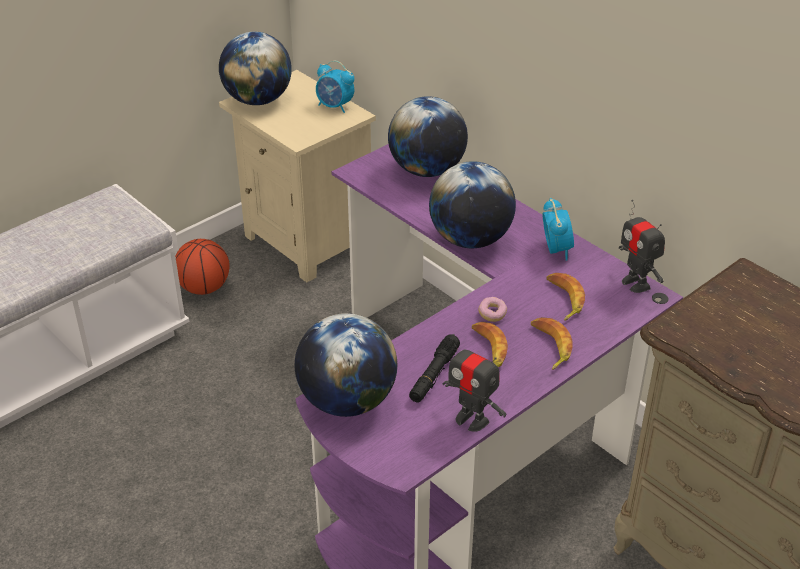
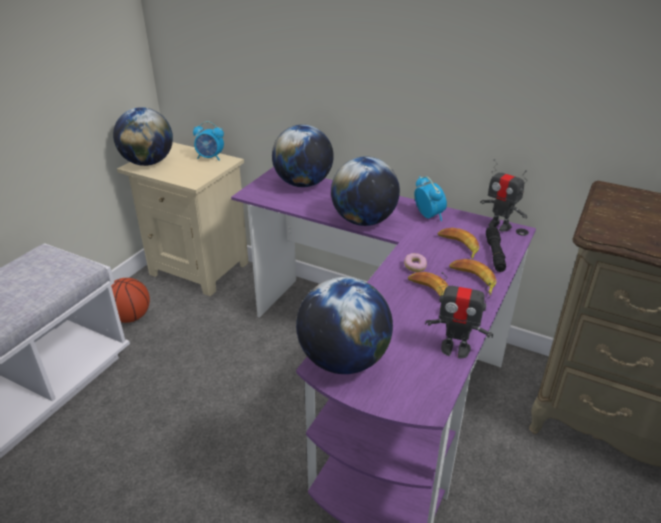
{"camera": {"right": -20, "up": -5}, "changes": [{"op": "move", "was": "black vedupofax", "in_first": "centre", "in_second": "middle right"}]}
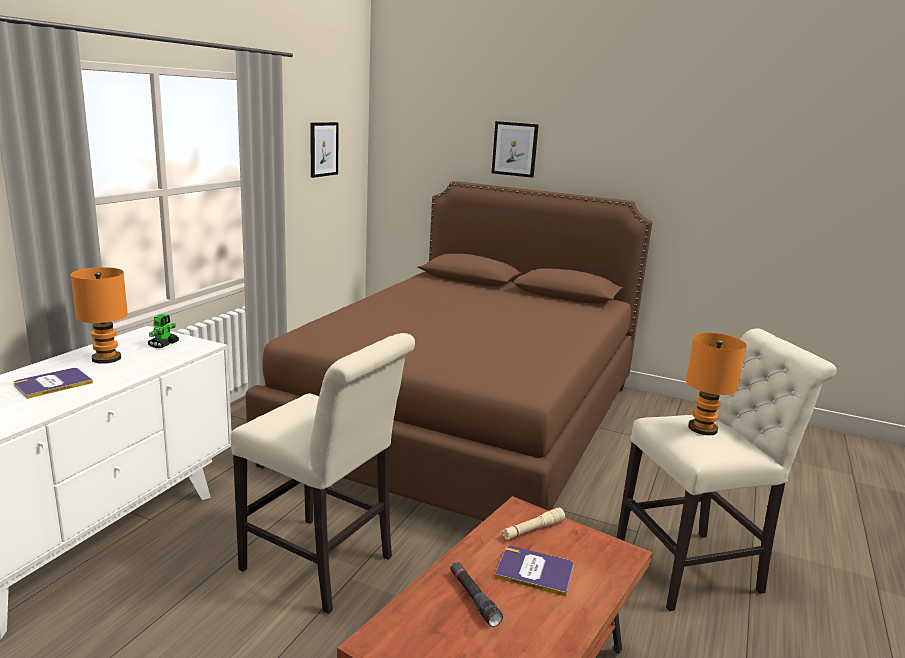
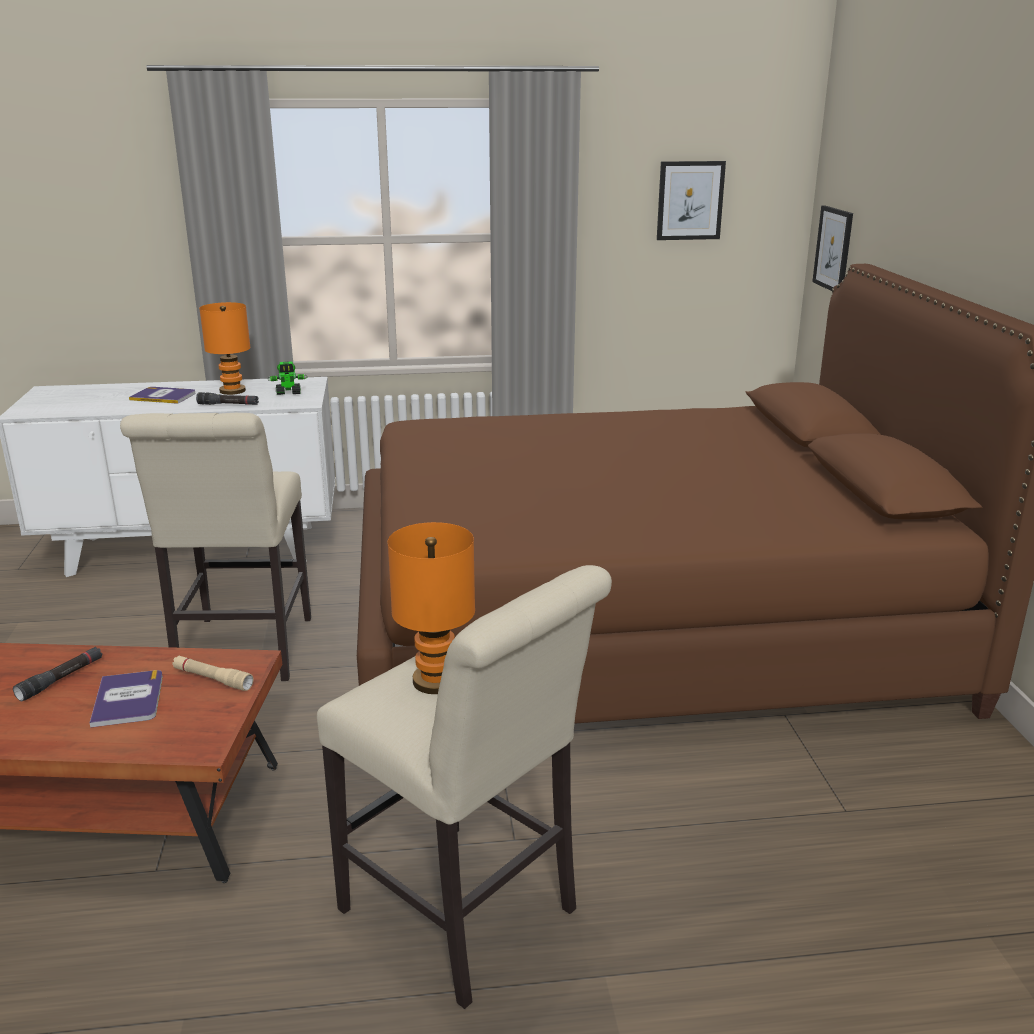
{"camera": {"right": 60, "up": 5}, "changes": [{"op": "move", "was": "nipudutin (2nd from left)", "in_first": "top centre", "in_second": "top right"}, {"op": "insert", "now": "black vedupofax (2nd from left)", "in_second": "middle left"}]}
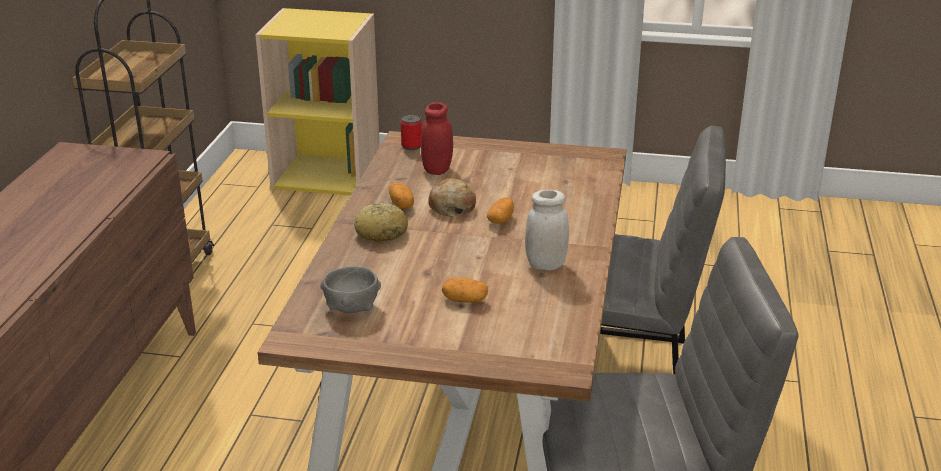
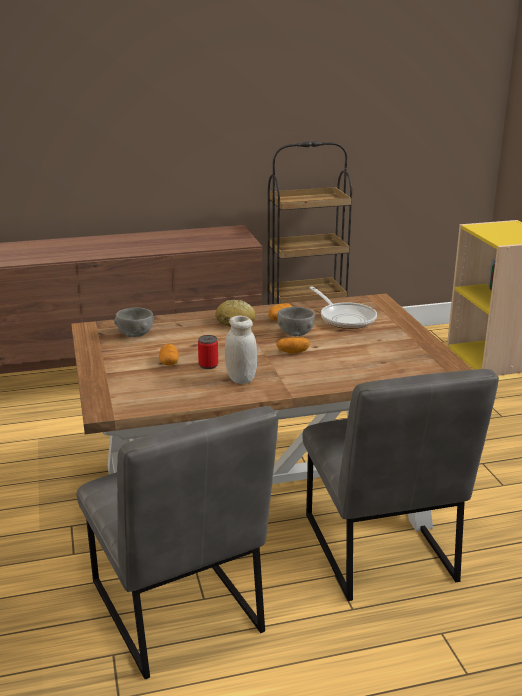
{"camera": {"right": 65, "up": -5}, "changes": [{"op": "replace", "was": "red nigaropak", "now": "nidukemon", "in_first": "top centre", "in_second": "centre"}, {"op": "move", "was": "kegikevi", "in_first": "top centre", "in_second": "centre"}, {"op": "replace", "was": "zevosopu (2nd from left)", "now": "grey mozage (2nd from left)", "in_first": "centre", "in_second": "centre"}]}
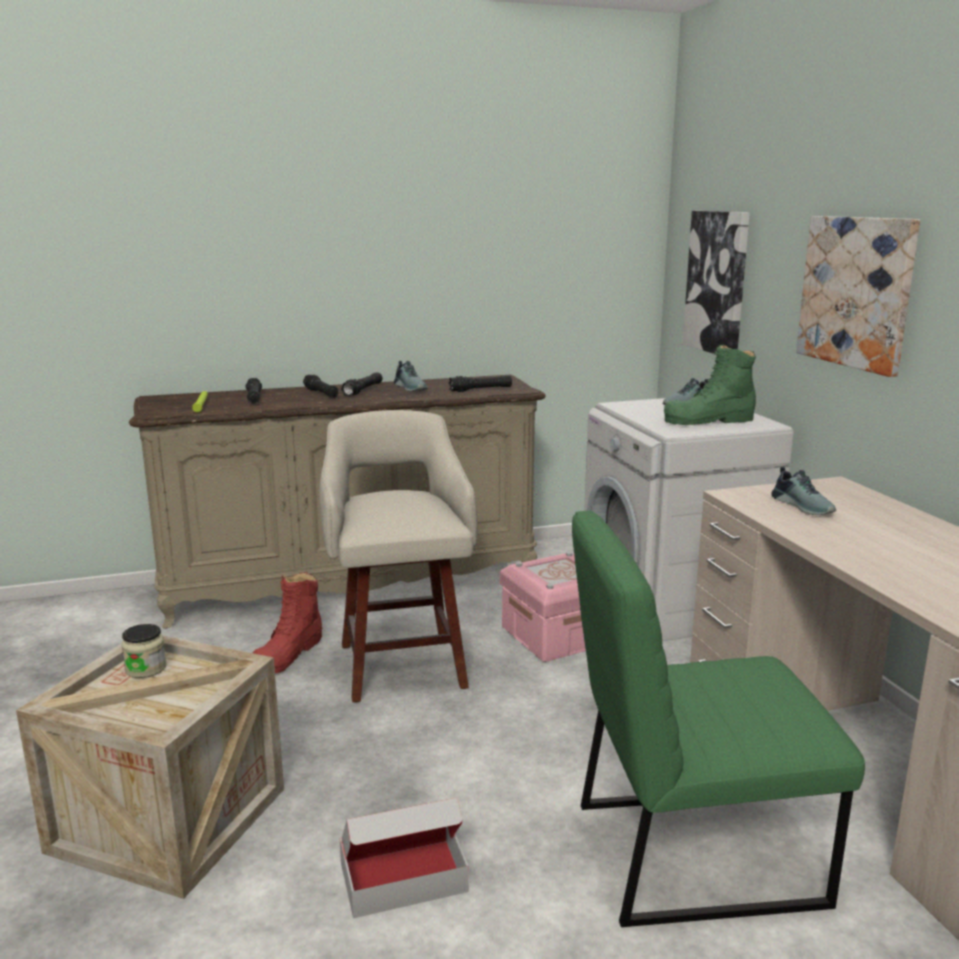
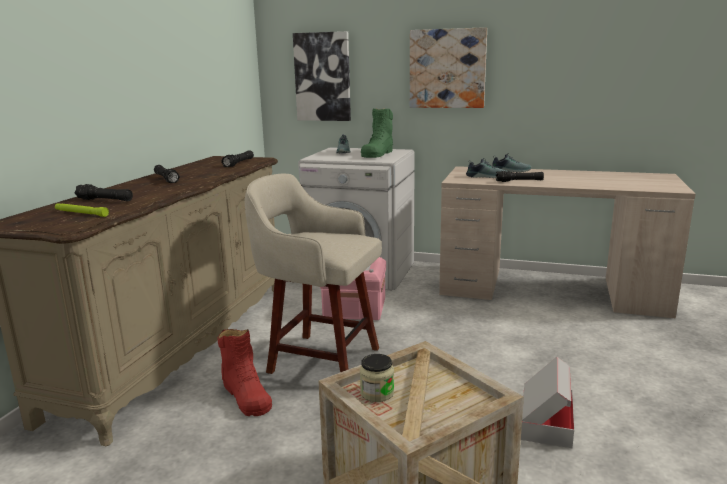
{"camera": {"right": -55, "up": 0}, "changes": [{"op": "move", "was": "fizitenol (1st from left in the first image)", "now": "fizitenol (3rd from left)", "in_first": "centre", "in_second": "middle right"}, {"op": "move", "was": "black vedupofax (2nd from left in the first image)", "now": "black vedupofax (4th from left)", "in_first": "centre", "in_second": "middle right"}, {"op": "delete", "was": "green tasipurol", "in_first": "bottom right"}]}
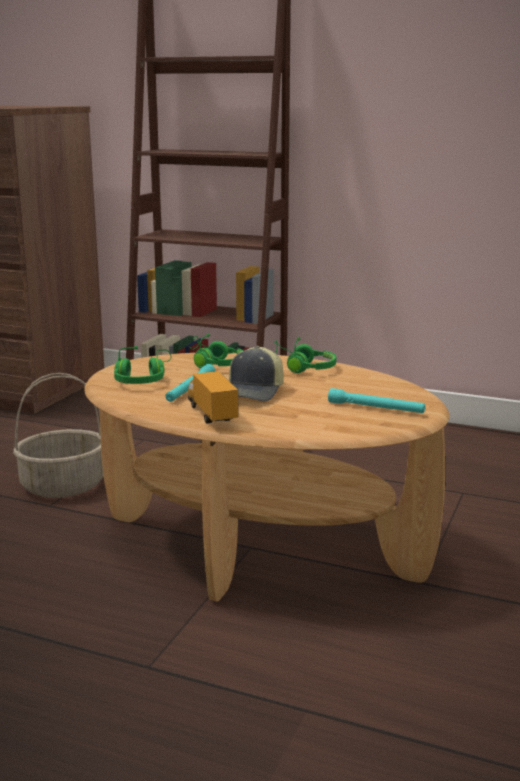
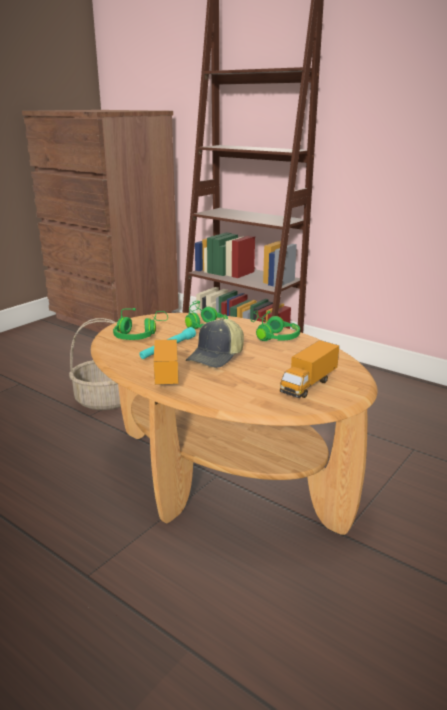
{"camera": {"right": 15, "up": 5}, "changes": [{"op": "replace", "was": "turquoise vedupofax (2nd from left)", "now": "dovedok (2nd from left)", "in_first": "middle right", "in_second": "middle right"}]}
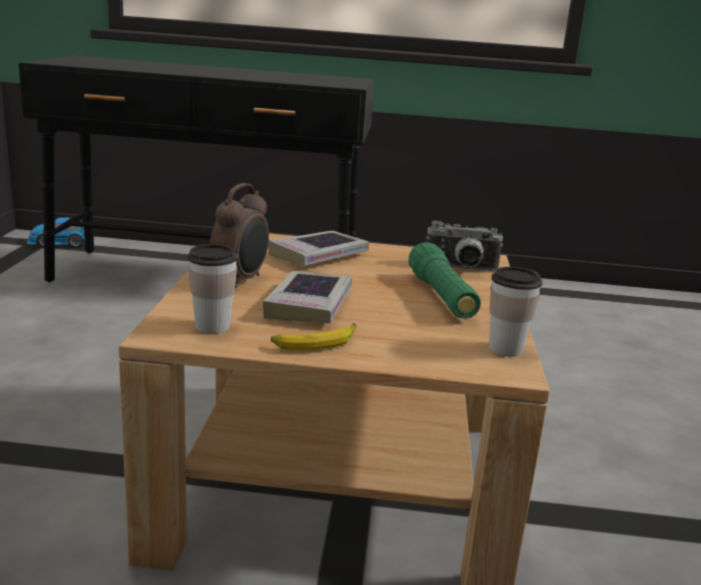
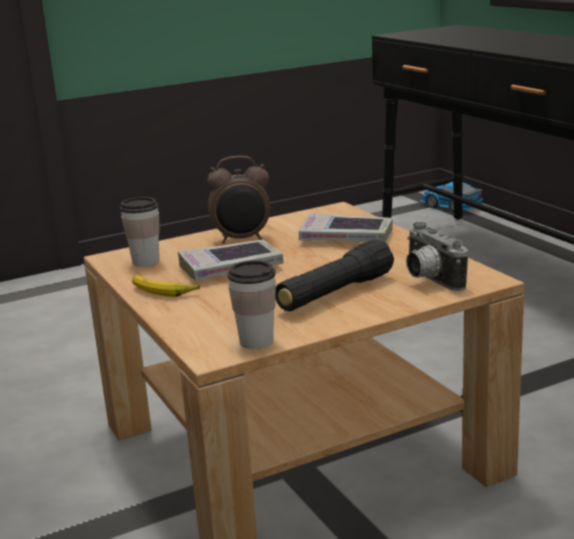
{"camera": {"right": 60, "up": 0}, "changes": [{"op": "recolor", "was": "green vedupofax", "now": "black vedupofax", "in_first": "centre", "in_second": "centre"}]}
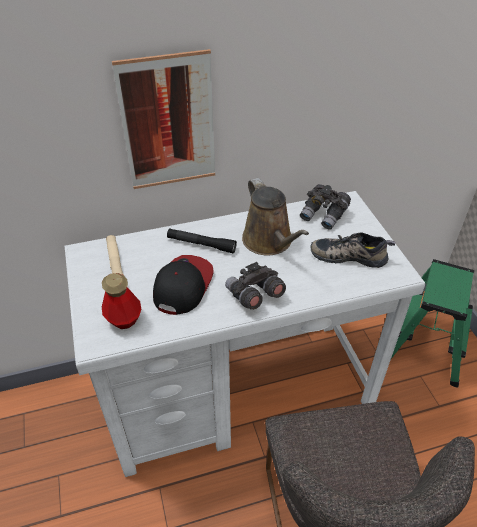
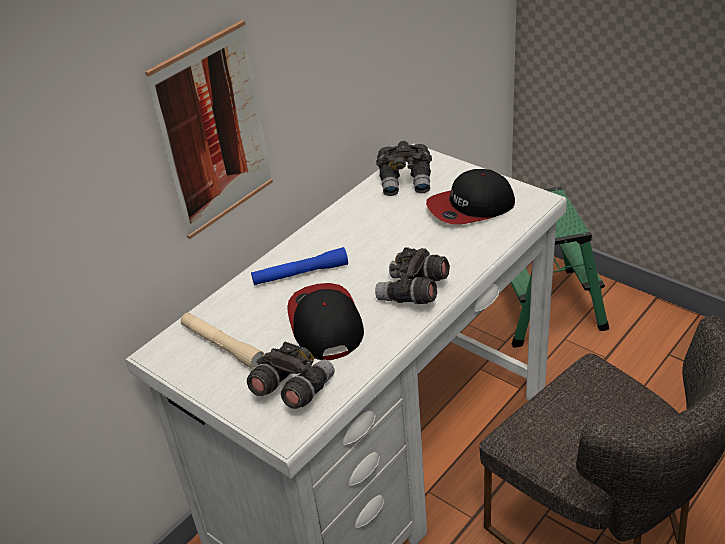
{"camera": {"right": -30, "up": -5}, "changes": [{"op": "delete", "was": "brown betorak", "in_first": "centre"}, {"op": "recolor", "was": "black vedupofax", "now": "blue vedupofax", "in_first": "centre", "in_second": "centre"}, {"op": "replace", "was": "fizitenol", "now": "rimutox (2nd from left)", "in_first": "middle right", "in_second": "centre"}, {"op": "replace", "was": "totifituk", "now": "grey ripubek (1st from left)", "in_first": "middle left", "in_second": "bottom centre"}]}
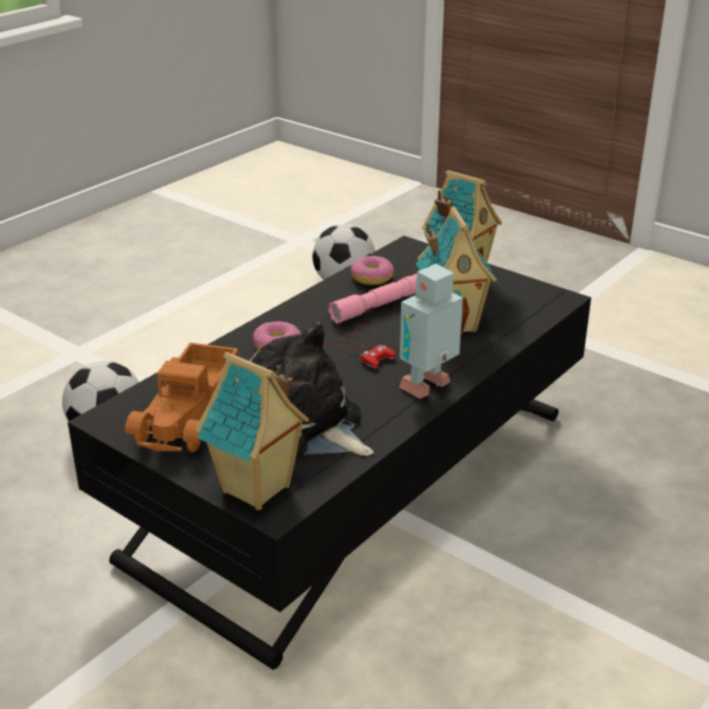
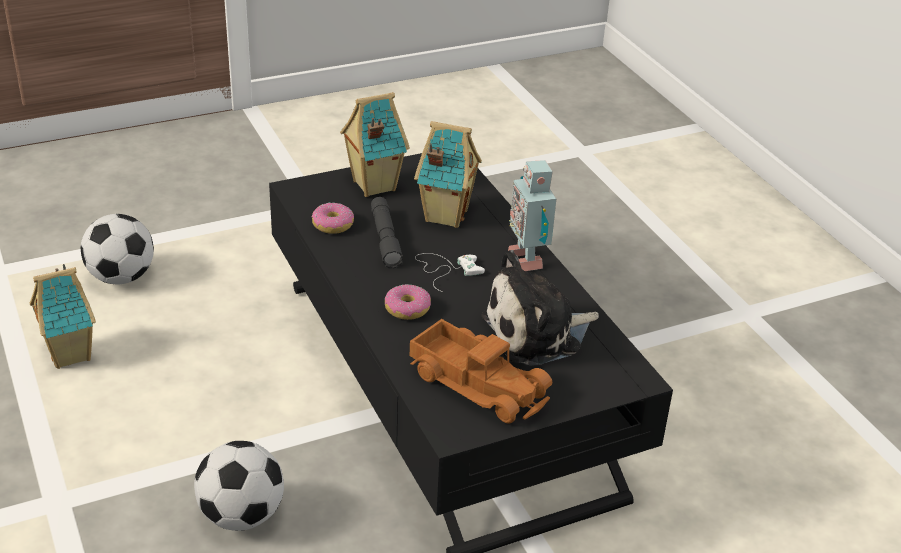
{"camera": {"right": -65, "up": 5}, "changes": [{"op": "recolor", "was": "pink vedupofax", "now": "grey vedupofax", "in_first": "centre", "in_second": "centre"}, {"op": "recolor", "was": "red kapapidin", "now": "white kapapidin", "in_first": "centre", "in_second": "centre"}, {"op": "move", "was": "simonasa (1st from left)", "in_first": "centre", "in_second": "middle left"}]}
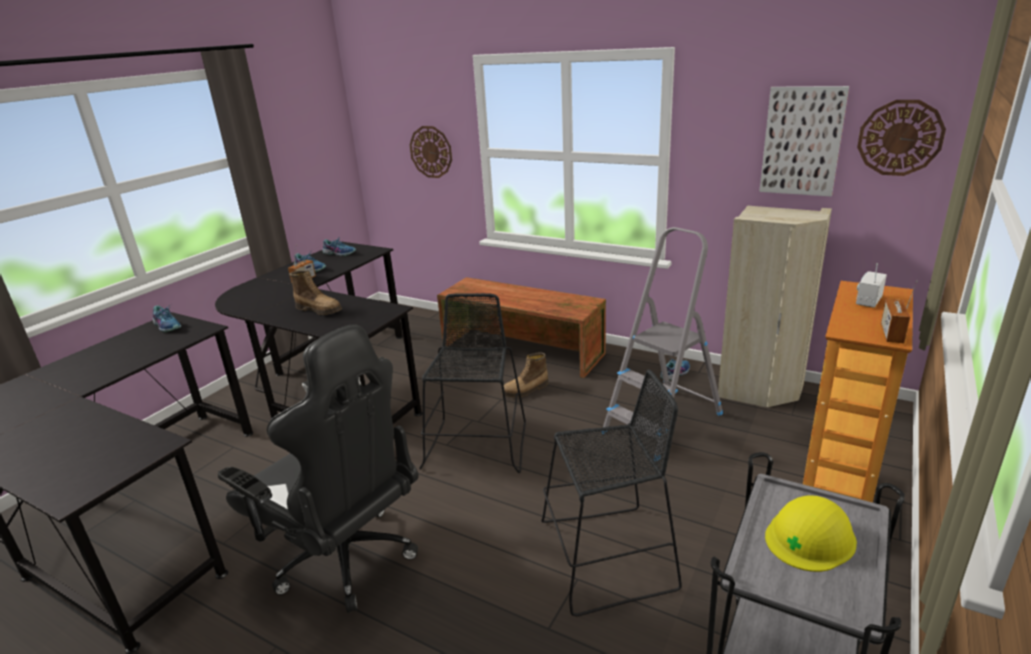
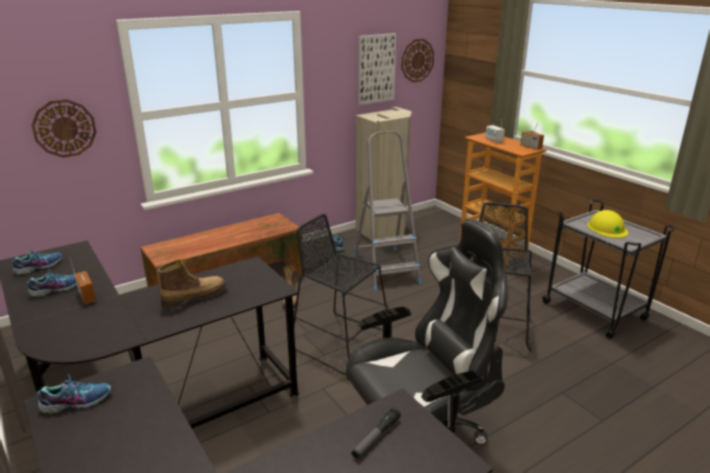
{"camera": {"right": -65, "up": 0}, "changes": [{"op": "insert", "now": "vedupofax", "in_second": "bottom centre"}]}
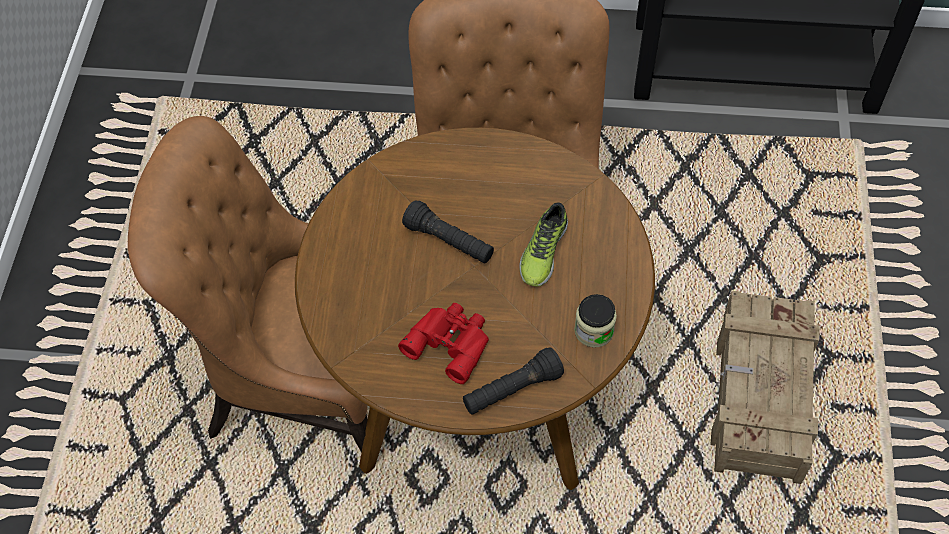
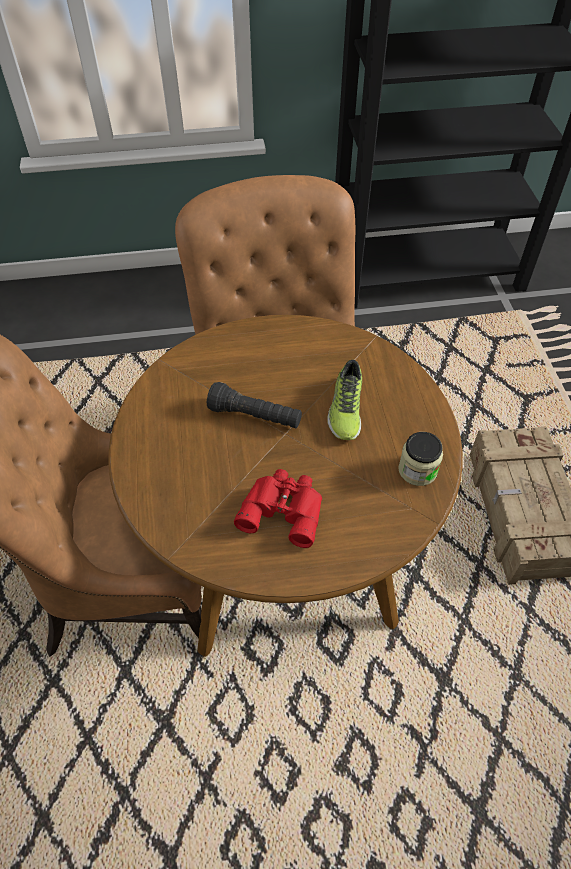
{"camera": {"right": -15, "up": -5}, "changes": [{"op": "delete", "was": "black vedupofax (2nd from left)", "in_first": "bottom centre"}]}
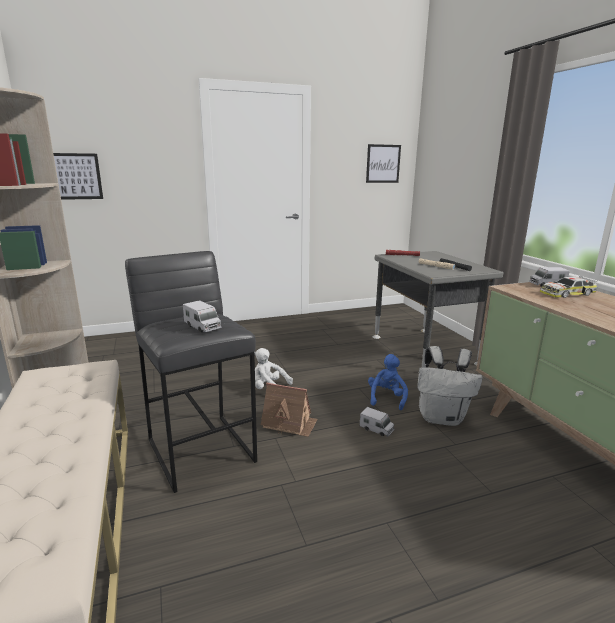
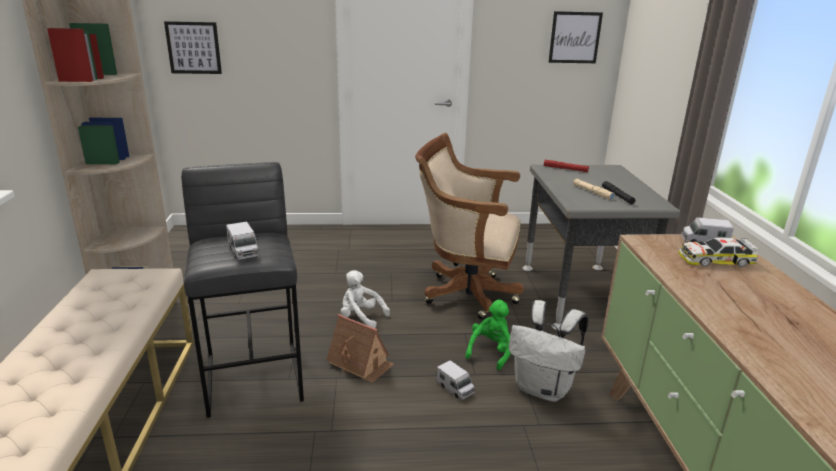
{"camera": {"right": 15, "up": 5}, "changes": [{"op": "recolor", "was": "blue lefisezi", "now": "green lefisezi", "in_first": "centre", "in_second": "bottom centre"}, {"op": "insert", "now": "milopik", "in_second": "centre"}]}
